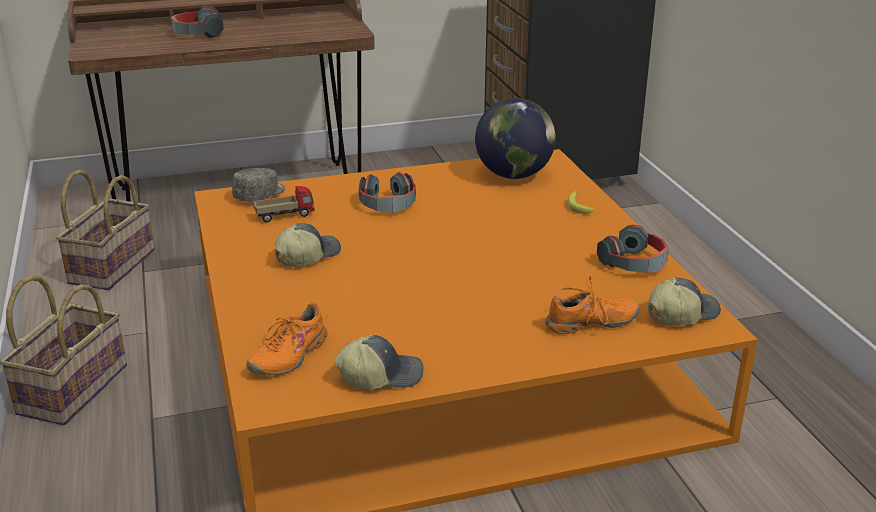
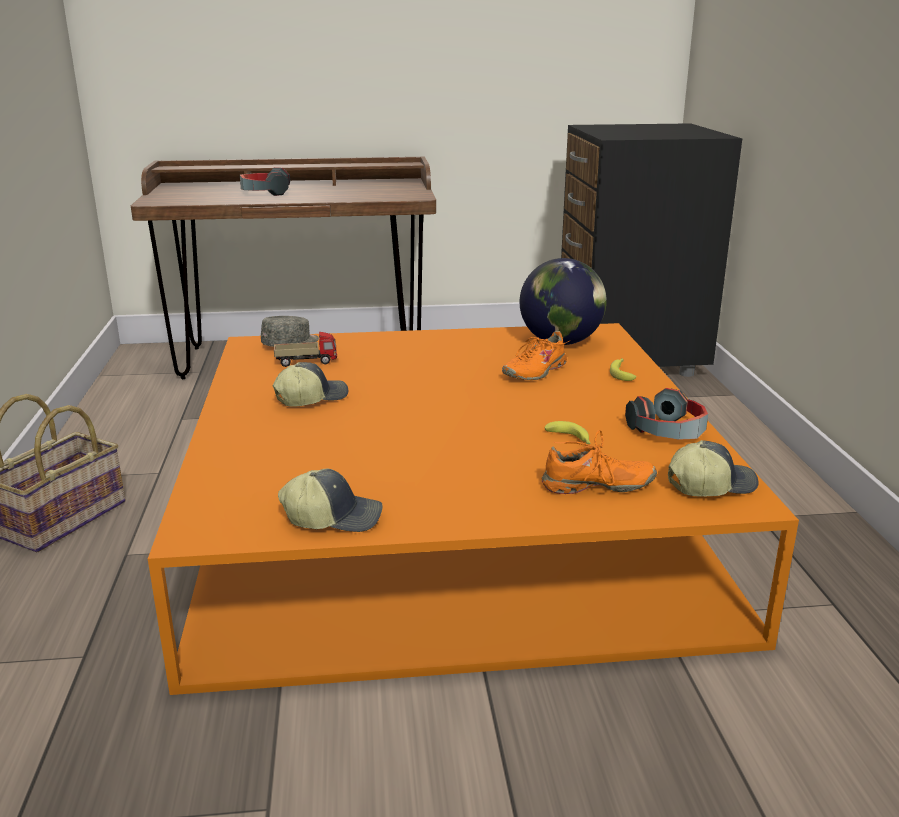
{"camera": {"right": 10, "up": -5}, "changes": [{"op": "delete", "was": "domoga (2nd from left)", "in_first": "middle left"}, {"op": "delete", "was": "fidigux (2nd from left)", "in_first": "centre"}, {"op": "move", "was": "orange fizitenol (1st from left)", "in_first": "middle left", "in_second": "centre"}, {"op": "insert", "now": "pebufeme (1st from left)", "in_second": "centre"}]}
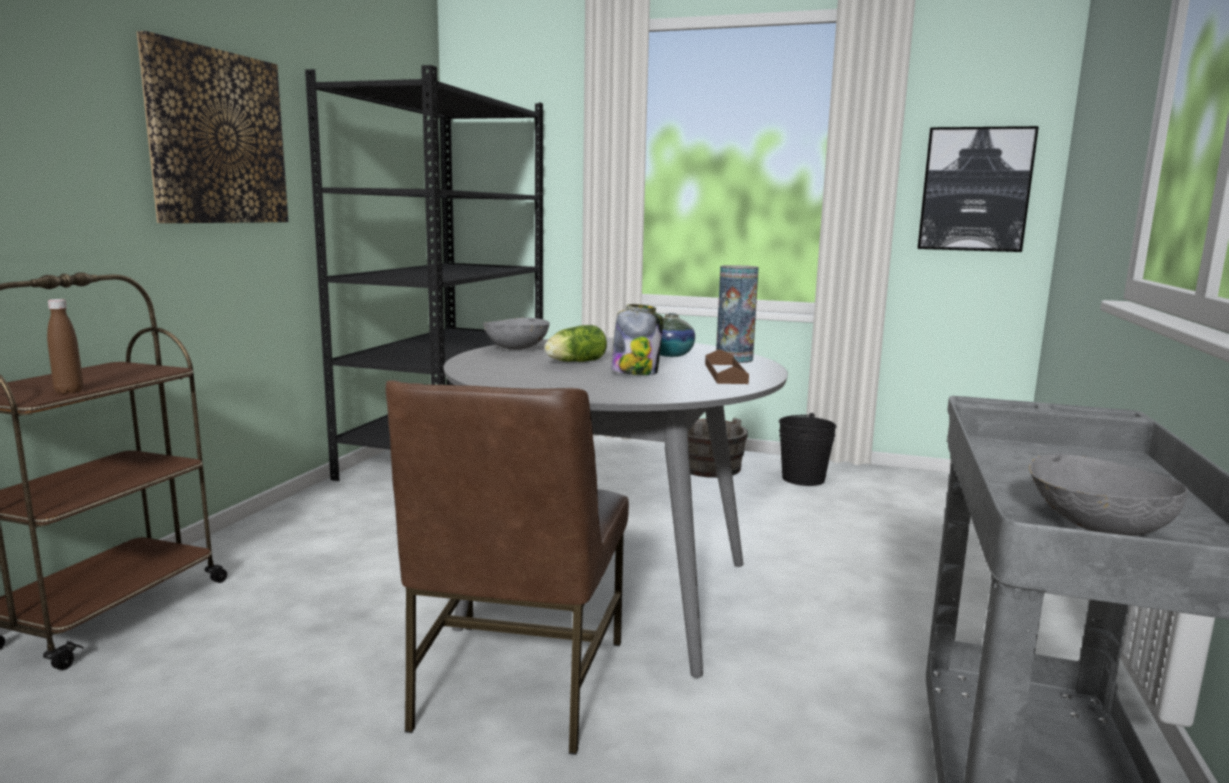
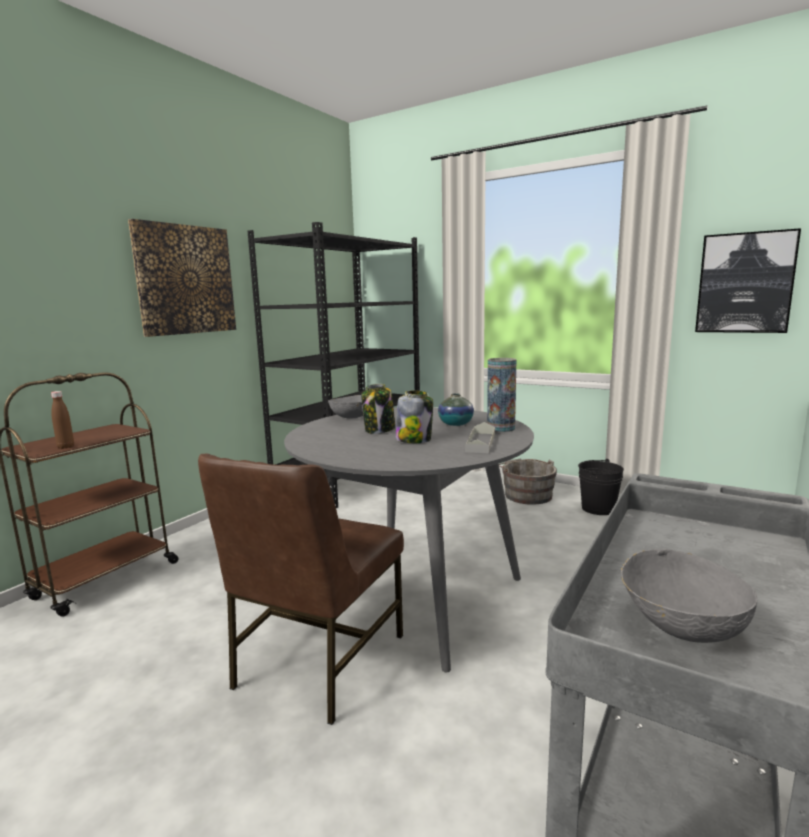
{"camera": {"right": 15, "up": 0}, "changes": [{"op": "replace", "was": "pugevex", "now": "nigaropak (1st from left)", "in_first": "centre", "in_second": "centre"}, {"op": "recolor", "was": "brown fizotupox", "now": "grey fizotupox", "in_first": "centre", "in_second": "centre"}]}
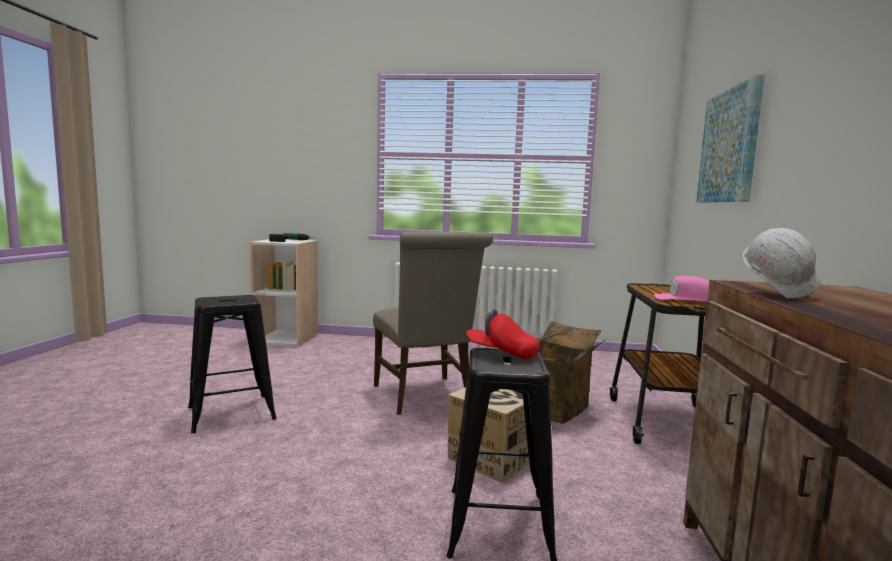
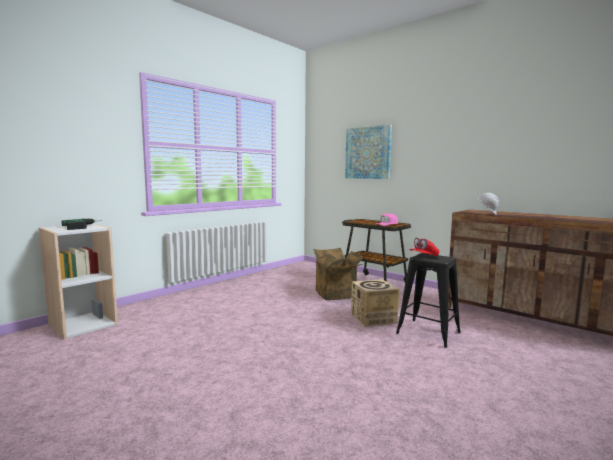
{"camera": {"right": -55, "up": 0}, "changes": [{"op": "delete", "was": "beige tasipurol", "in_first": "centre"}, {"op": "delete", "was": "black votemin (1st from left)", "in_first": "middle left"}]}
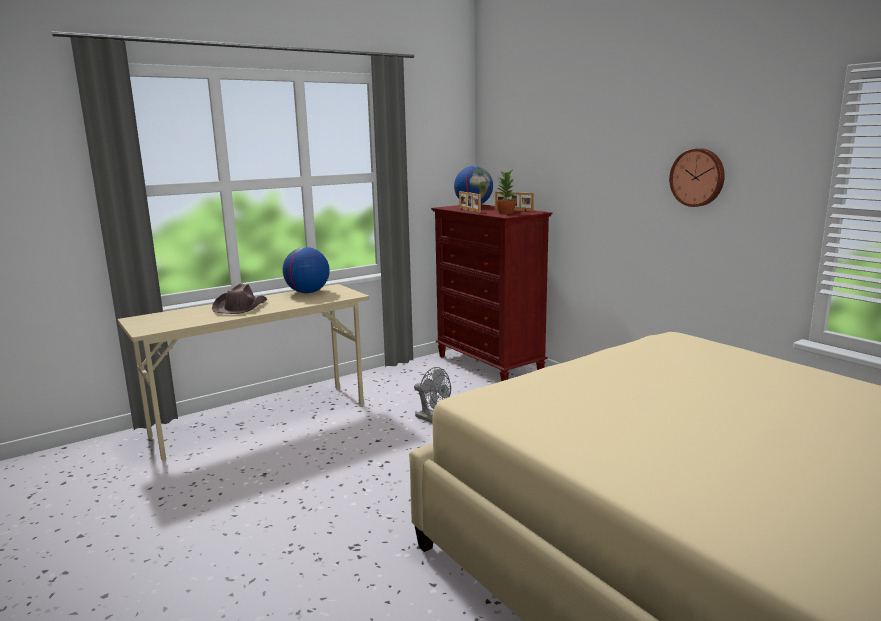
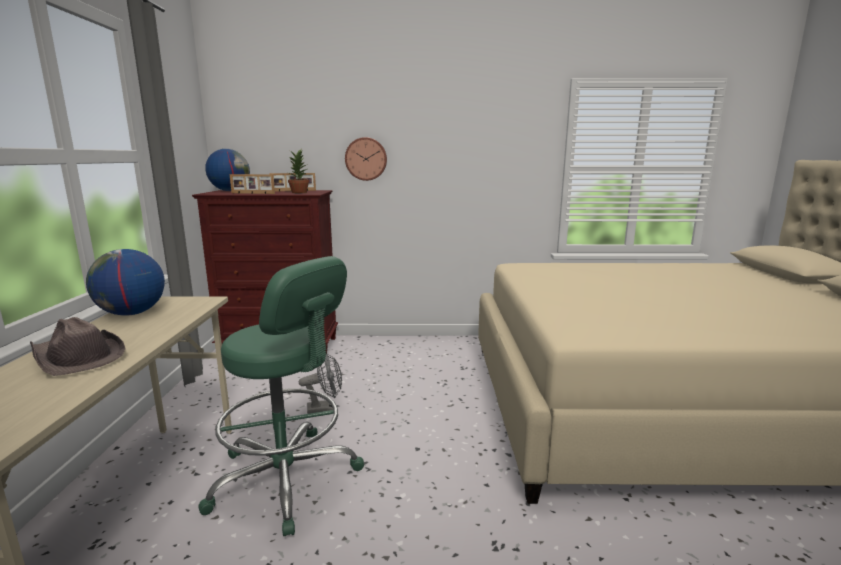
{"camera": {"right": -55, "up": 0}, "changes": [{"op": "move", "was": "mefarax", "in_first": "top right", "in_second": "top centre"}, {"op": "insert", "now": "green votemin", "in_second": "bottom centre"}]}
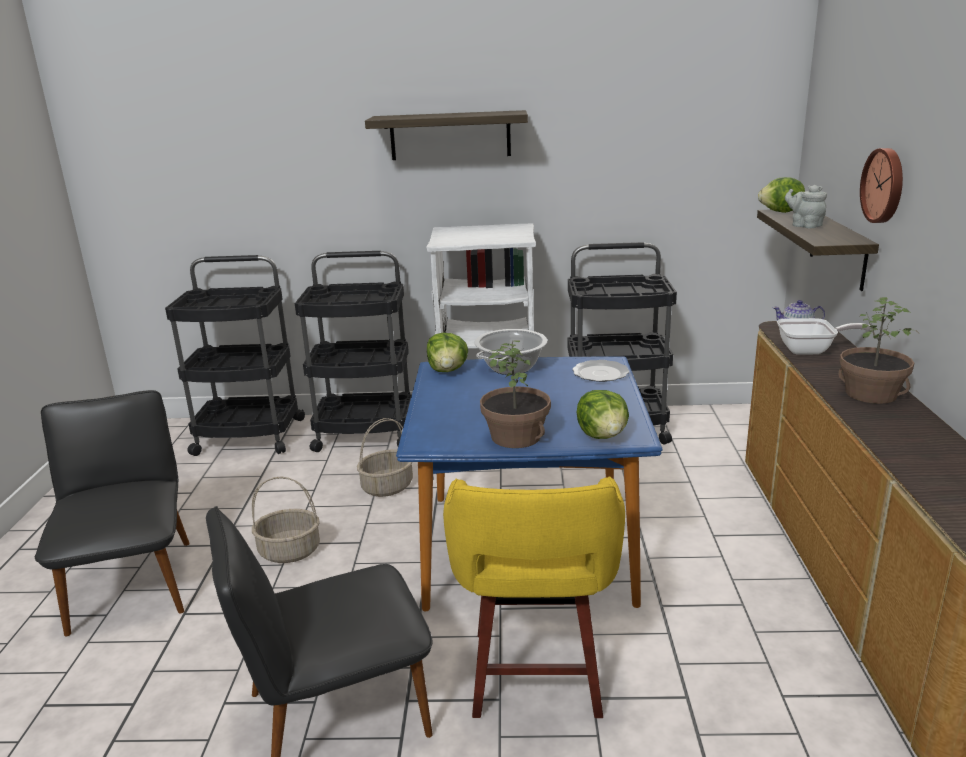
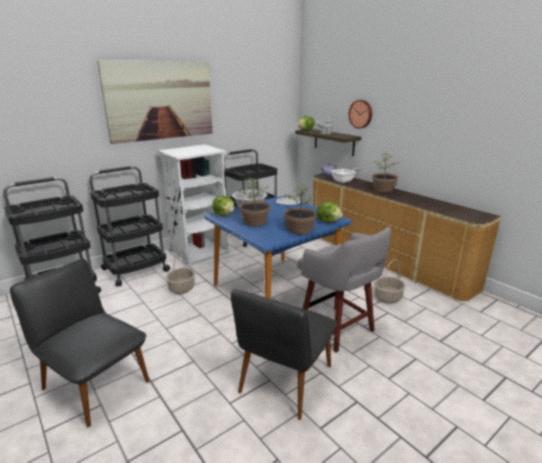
{"camera": {"right": -40, "up": 0}, "changes": [{"op": "replace", "was": "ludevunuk (1st from left)", "now": "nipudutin", "in_first": "top centre", "in_second": "top left"}, {"op": "recolor", "was": "yellow votemin", "now": "grey votemin", "in_first": "bottom centre", "in_second": "centre"}, {"op": "move", "was": "domoga (1st from left in the first image)", "now": "domoga (2nd from left)", "in_first": "bottom left", "in_second": "middle right"}, {"op": "insert", "now": "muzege (1st from left)", "in_second": "centre"}]}
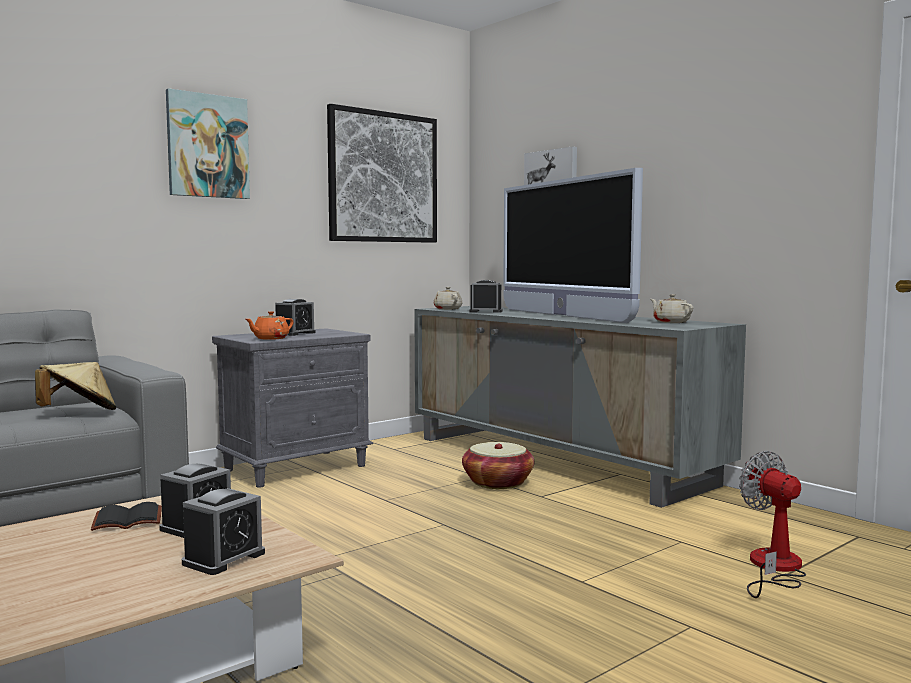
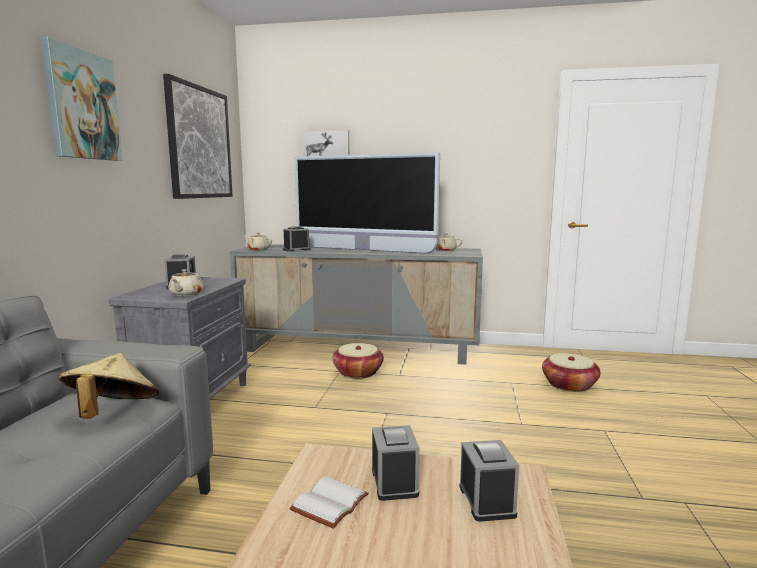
{"camera": {"right": -40, "up": 5}, "changes": [{"op": "recolor", "was": "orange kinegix", "now": "beige kinegix (1st from left)", "in_first": "middle left", "in_second": "middle left"}, {"op": "replace", "was": "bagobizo", "now": "domoga (2nd from left)", "in_first": "bottom right", "in_second": "middle right"}, {"op": "recolor", "was": "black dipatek", "now": "white dipatek", "in_first": "bottom left", "in_second": "bottom centre"}]}
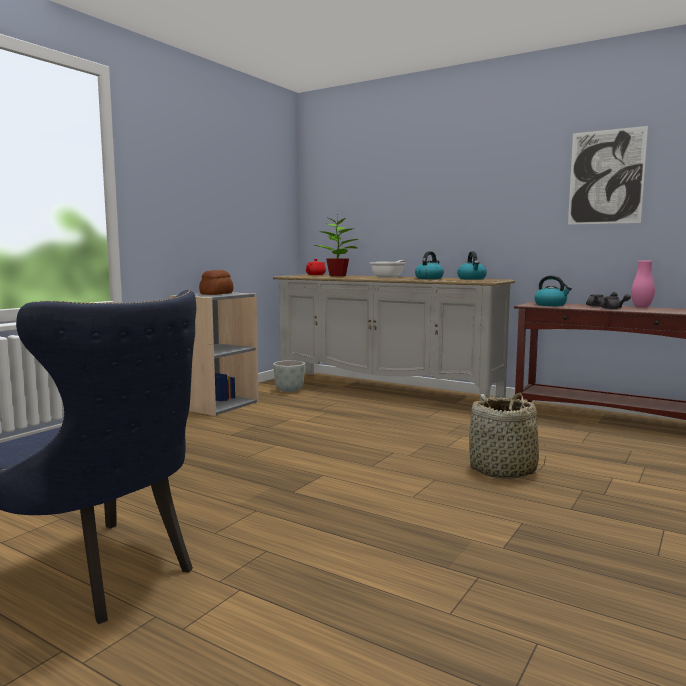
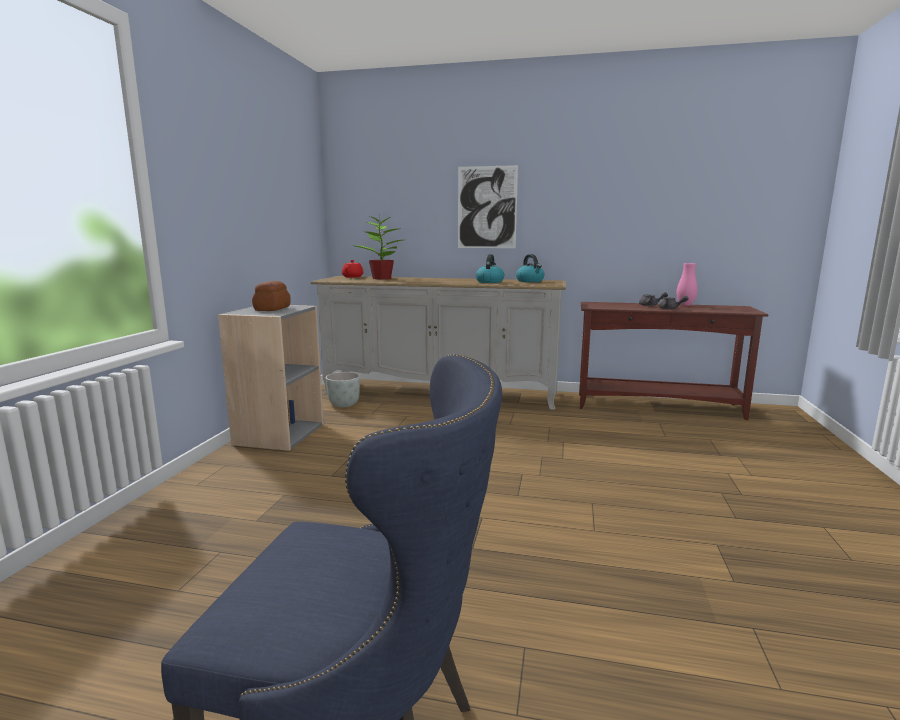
{"camera": {"right": -20, "up": 5}, "changes": [{"op": "move", "was": "nipudutin", "in_first": "top right", "in_second": "top centre"}, {"op": "delete", "was": "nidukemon", "in_first": "centre"}, {"op": "delete", "was": "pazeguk (3rd from left)", "in_first": "middle right"}, {"op": "delete", "was": "domoga", "in_first": "middle right"}]}
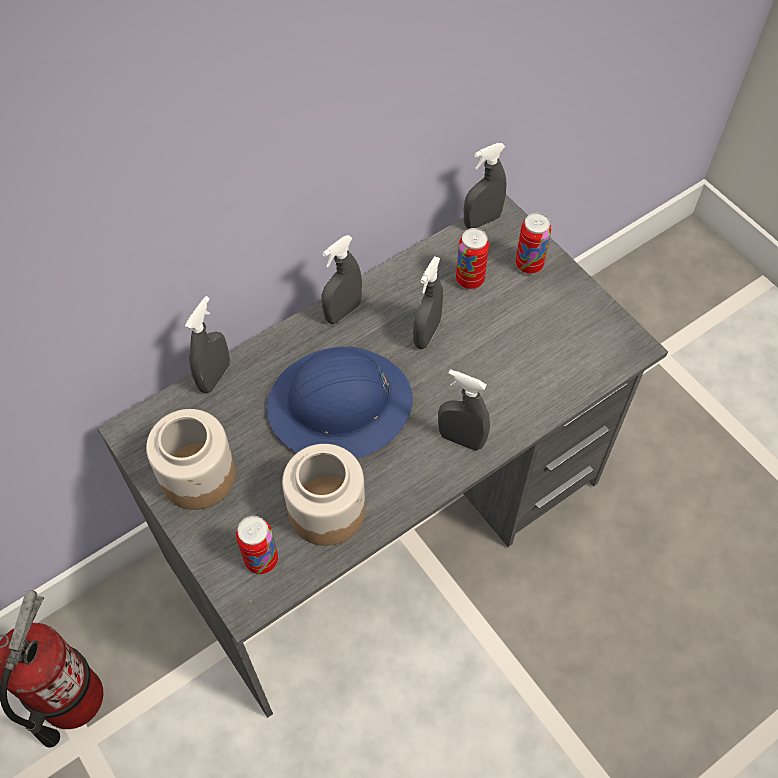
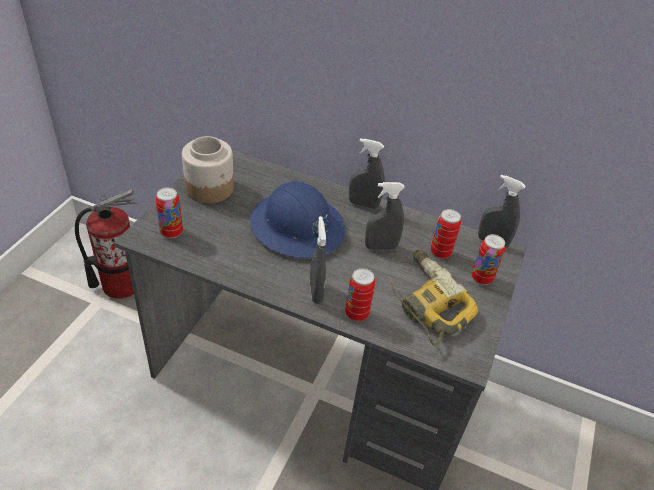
{"camera": {"right": 55, "up": -15}, "changes": [{"op": "delete", "was": "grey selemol (1st from left)", "in_first": "middle left"}, {"op": "delete", "was": "nigaropak (2nd from left)", "in_first": "centre"}, {"op": "insert", "now": "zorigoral", "in_second": "centre"}, {"op": "insert", "now": "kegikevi (2nd from left)", "in_second": "centre"}]}
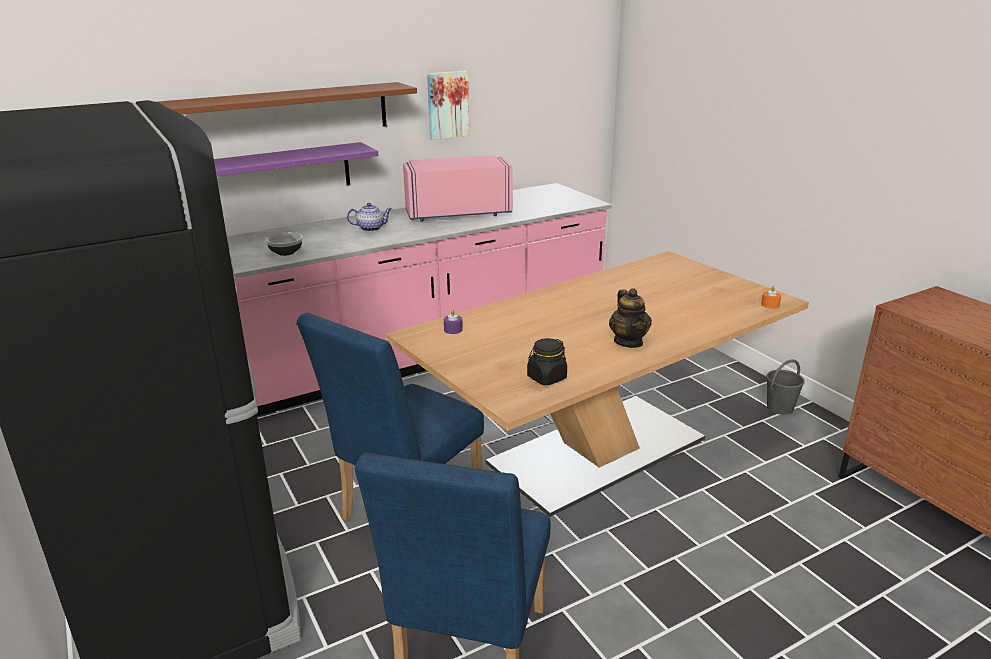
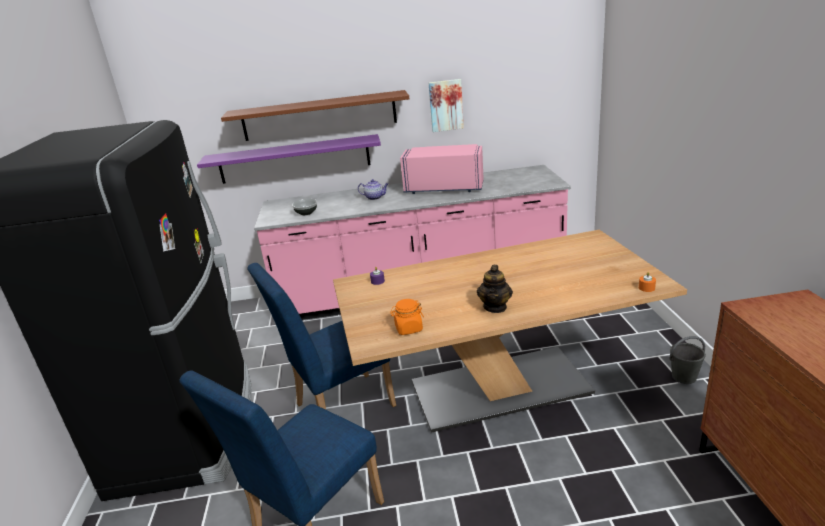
{"camera": {"right": 25, "up": 0}, "changes": [{"op": "recolor", "was": "black nigaropak", "now": "orange nigaropak", "in_first": "centre", "in_second": "centre"}]}
